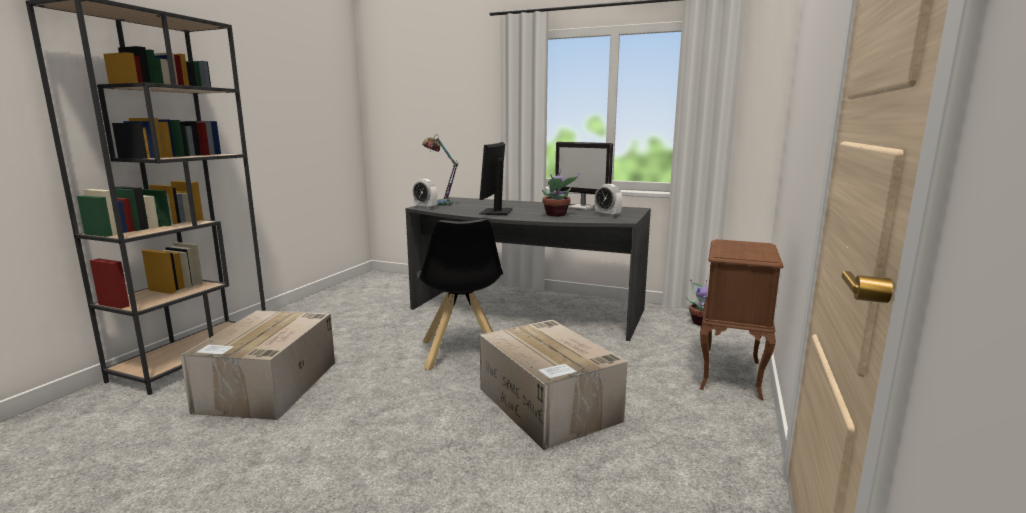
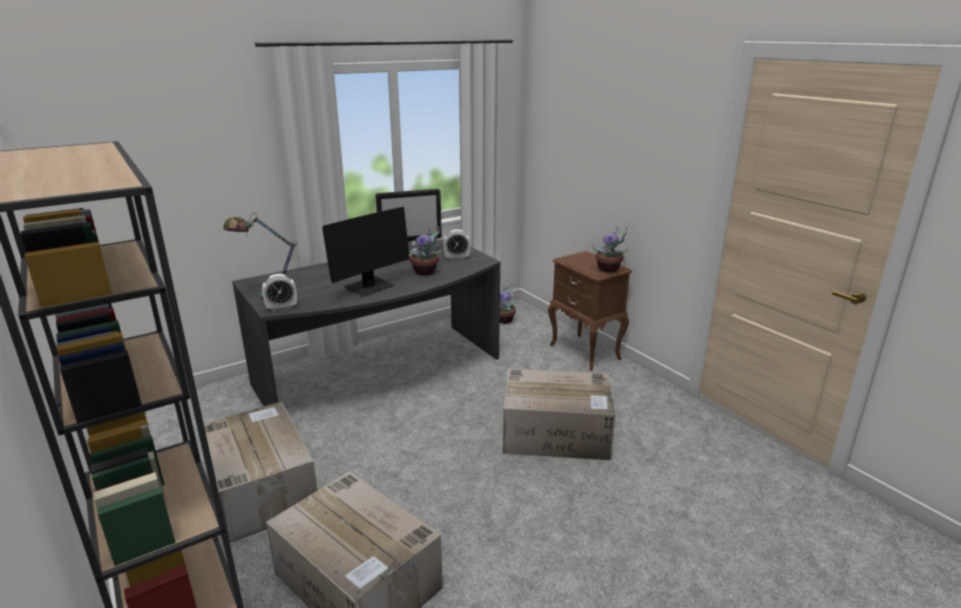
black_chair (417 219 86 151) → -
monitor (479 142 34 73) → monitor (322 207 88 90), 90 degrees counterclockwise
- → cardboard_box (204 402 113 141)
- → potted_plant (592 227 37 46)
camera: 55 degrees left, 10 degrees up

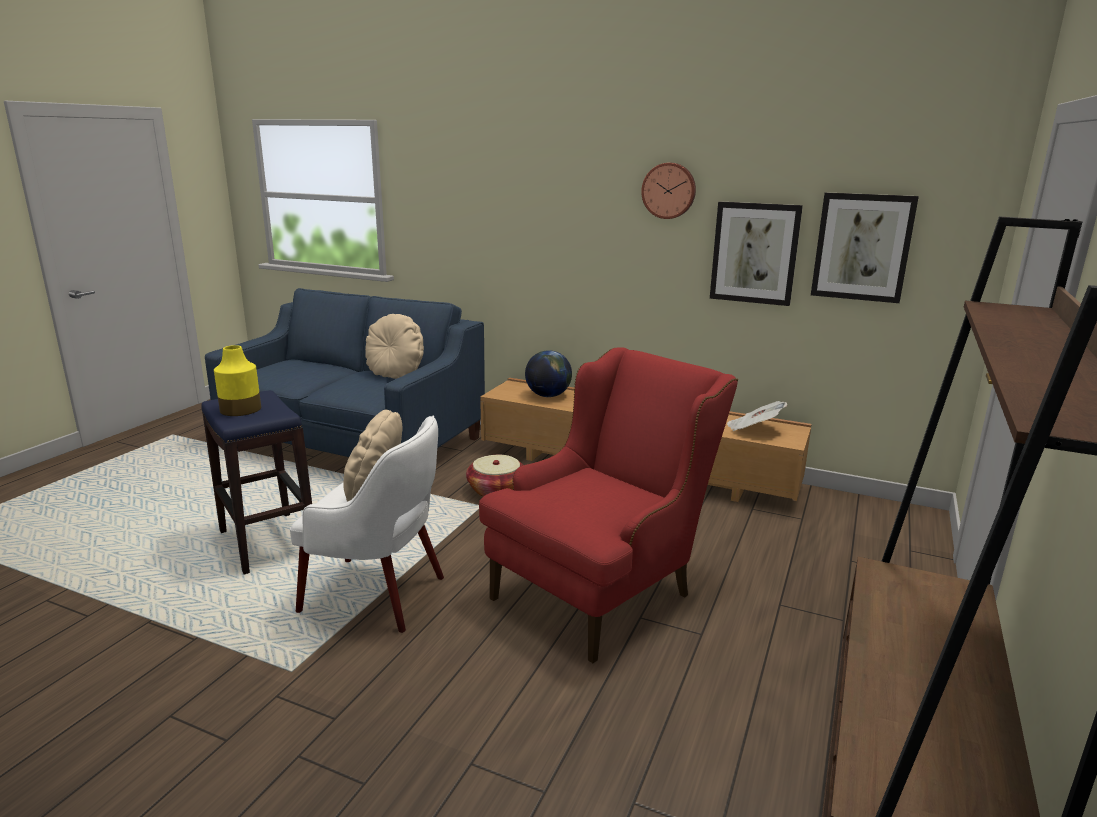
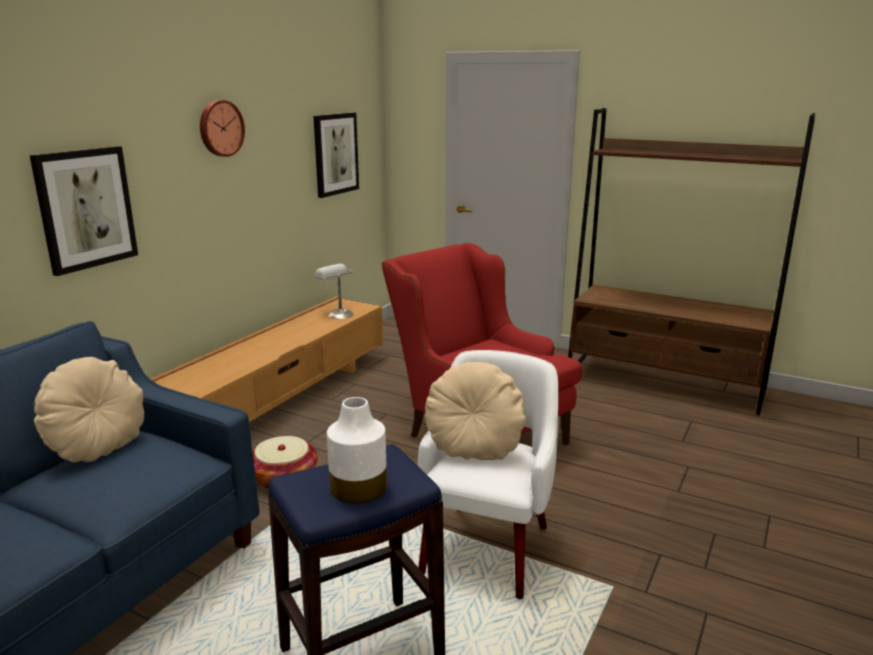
yellow_vase (214 345 47 71) → white_vase (327 397 60 107)
globe (525 350 47 47) → -
picture (710 201 93 105) → picture (30 146 108 130), relocated
newspaper (727 401 60 30) → white_table_lamp (315 264 39 55)
camera: 85 degrees left, 0 degrees up

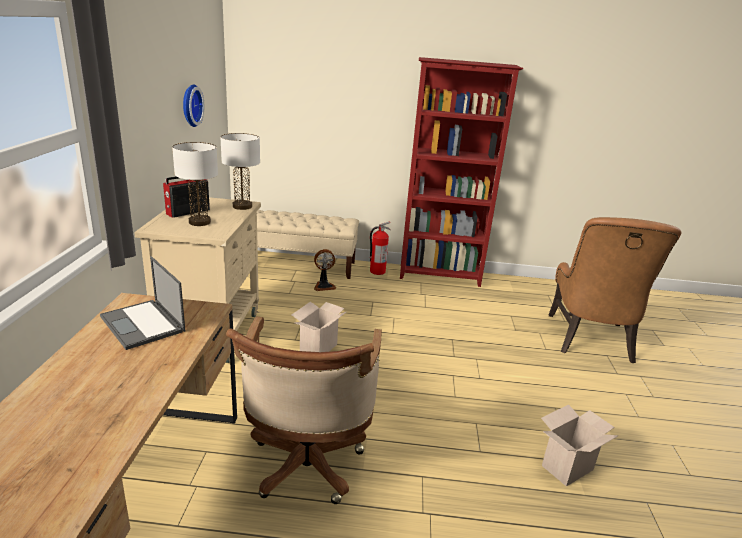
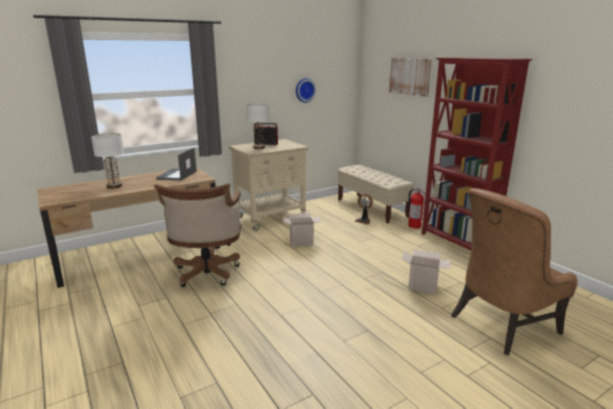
table_lamp (220 133 40 77) → table_lamp (91 133 33 56), relocated
office_chair (226 317 156 187) → office_chair (154 183 88 104), 60 degrees counterclockwise
cardboard_box (541 405 77 81) → cardboard_box (402 249 49 45), relocated
- → picture (389 58 43 39)
camera: 55 degrees right, 5 degrees down

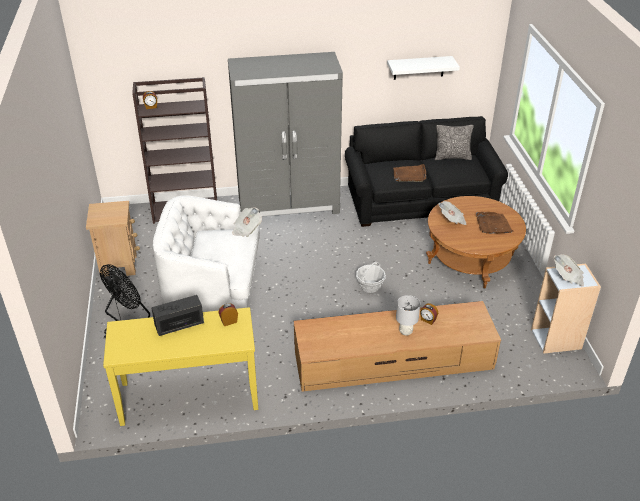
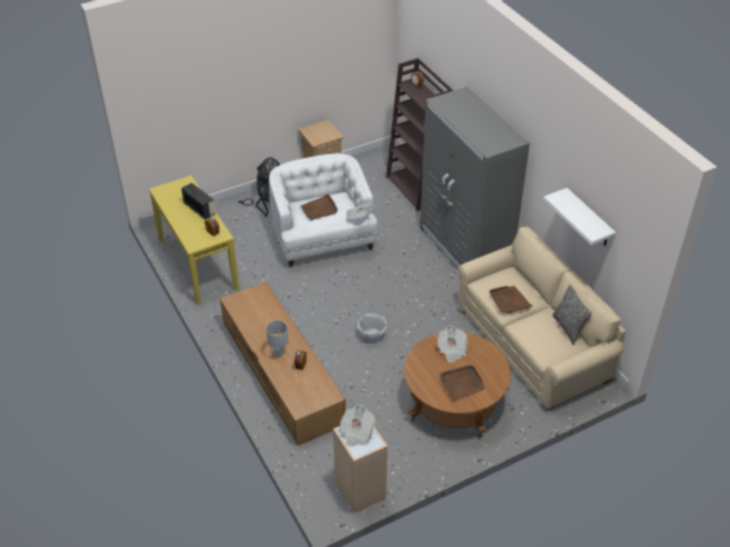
black_sofa (345 116 163 111) → beige_sofa (458 226 168 184)
- → brown_tray (301 194 37 26)
camera: 70 degrees right, 5 degrees up

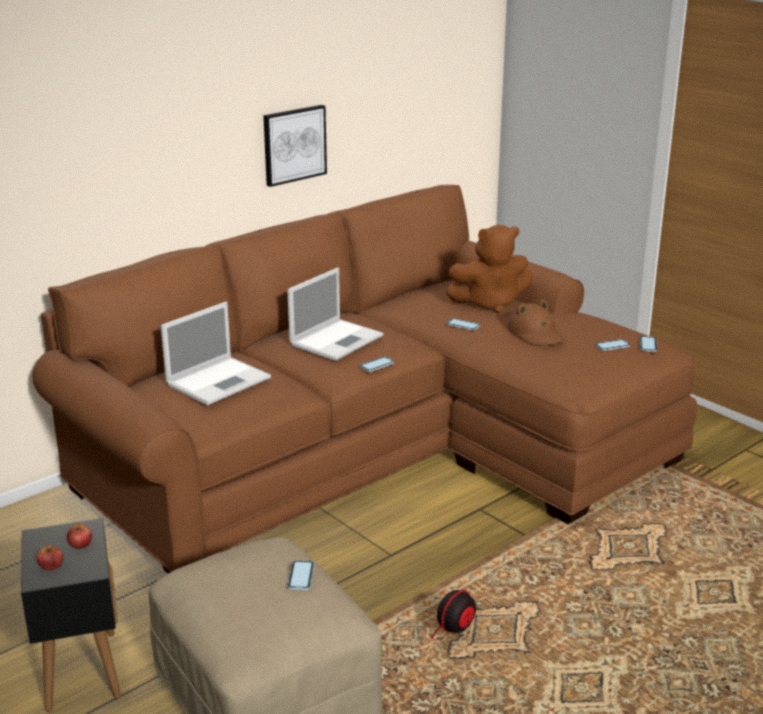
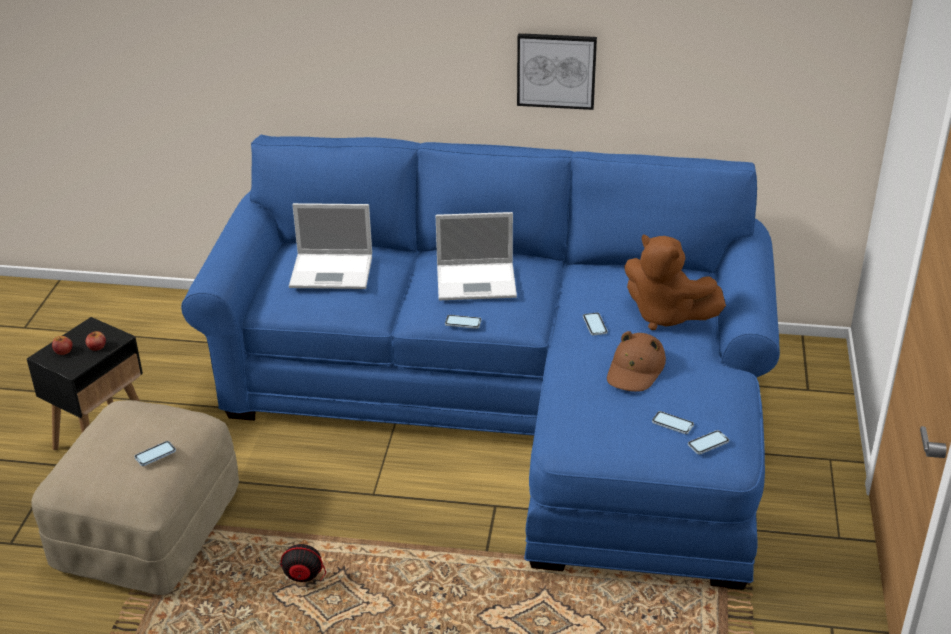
brown_sofa (32 185 665 388) → blue_sofa (181 135 599 455)
camera: 50 degrees right, 10 degrees up

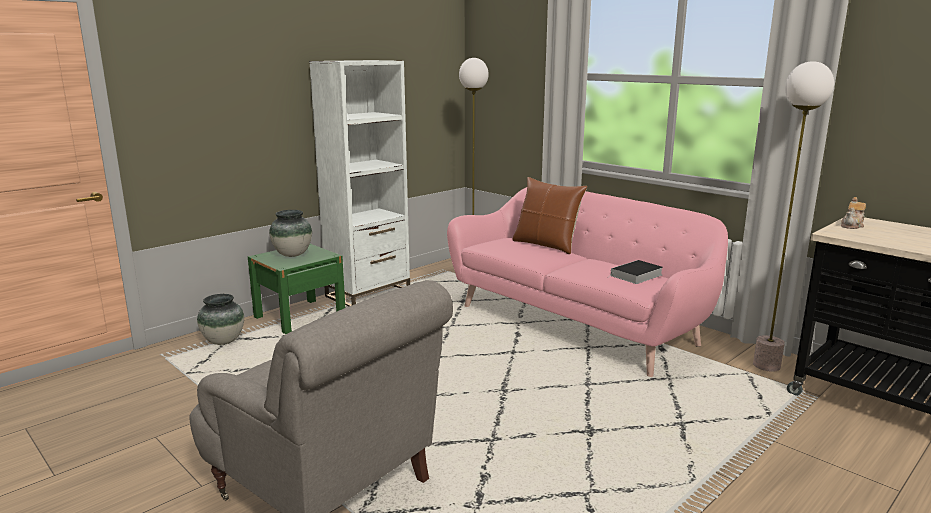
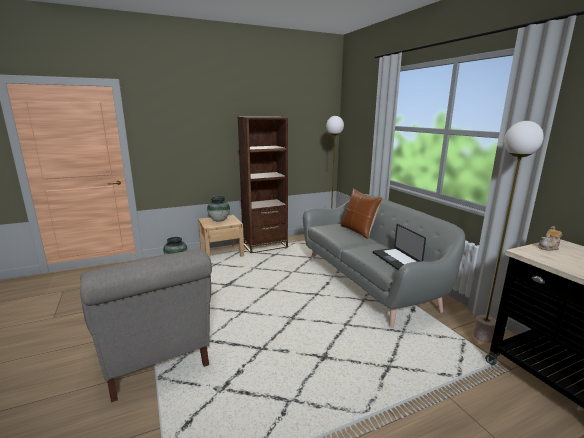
green_nightstand (248 244 97 90) → beige_nightstand (198 215 46 45)
white_bookcase (309 60 101 247) → brown_bookcase (238 117 50 136)
pink_sofa (447 187 281 190) → grey_sofa (303 194 162 134)
book (607 260 56 24) → laptop (373 224 53 46)
camera: 20 degrees right, 0 degrees up

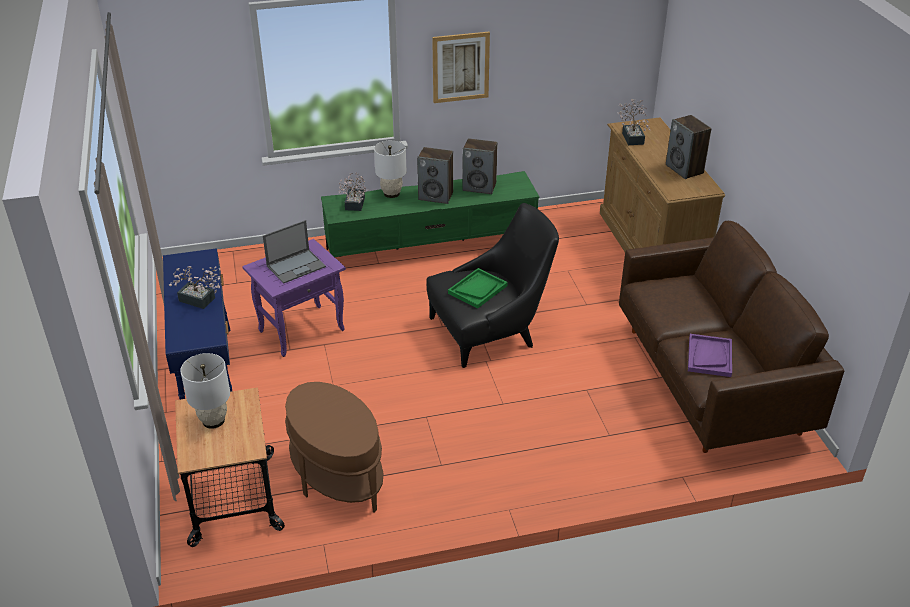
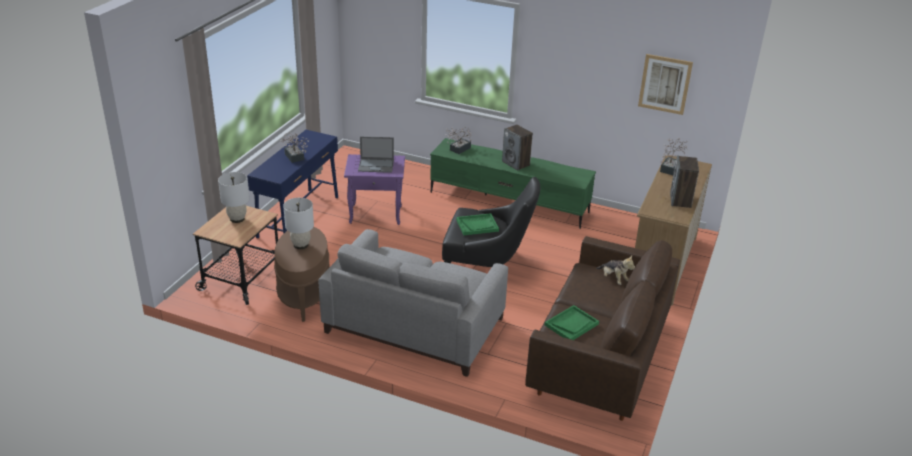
white_table_lamp (374 140 33 58) → white_table_lamp (283 198 31 51), relocated
picture (432 32 58 71) → picture (638 54 55 61), relocated
speaker (462 138 35 56) → -
purple_tray (688 334 44 43) → green_tray (545 305 54 35)
- → grey_sofa (318 229 190 148)
- → plush_toy (596 256 39 29)
camera: 35 degrees right, 5 degrees down

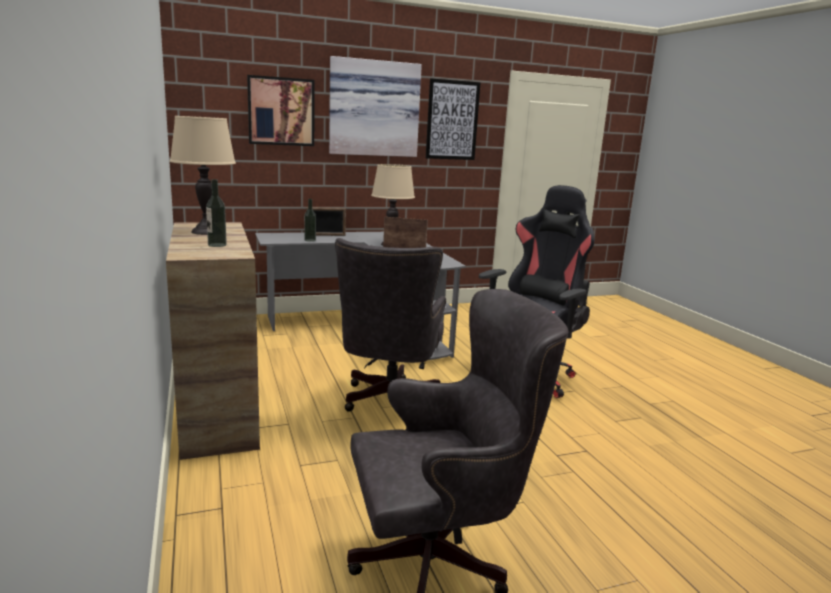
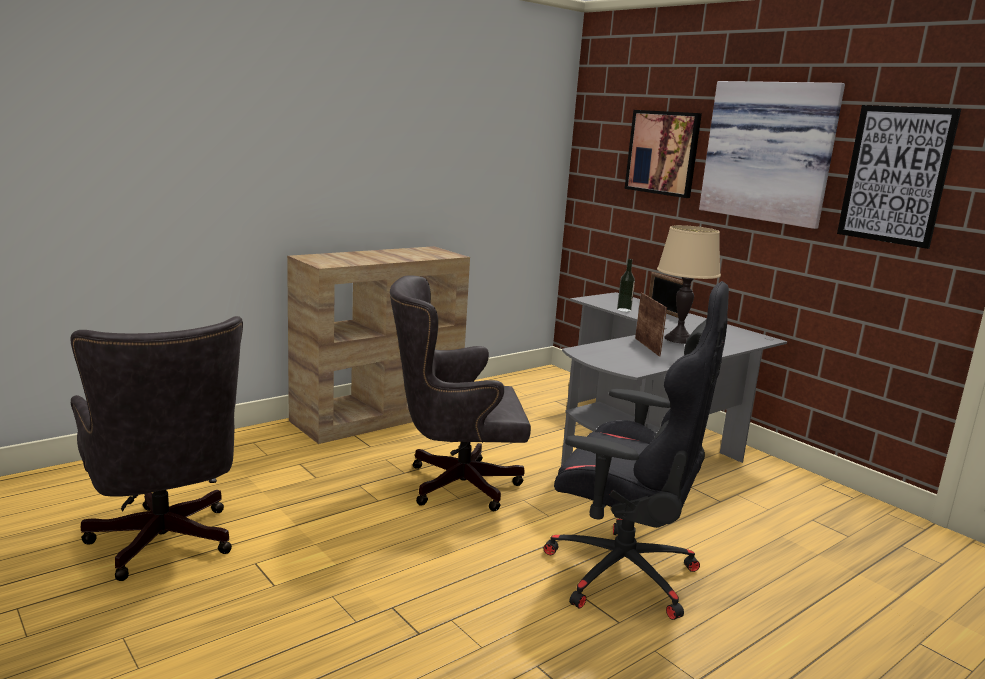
beige_table_lamp (170 116 66 119) → -
bottle (206 179 21 68) → -
camera: 70 degrees right, 0 degrees up

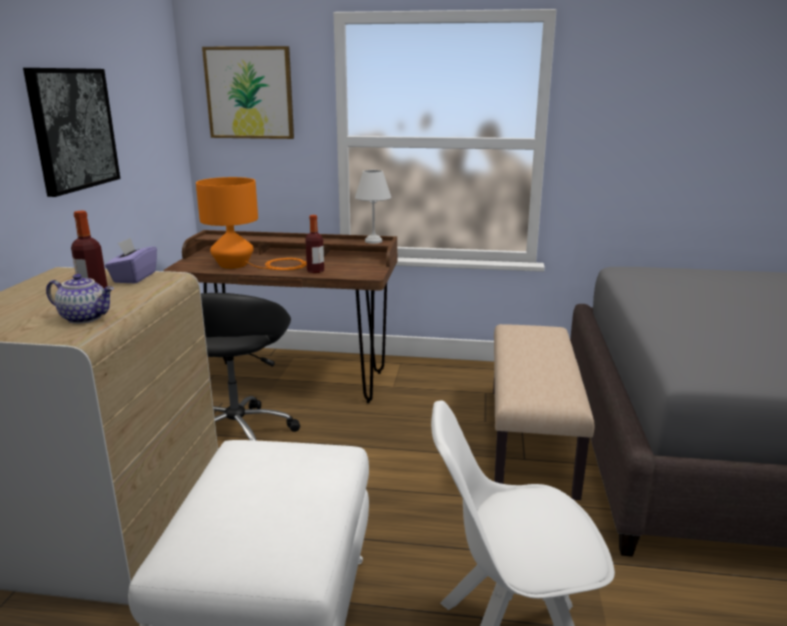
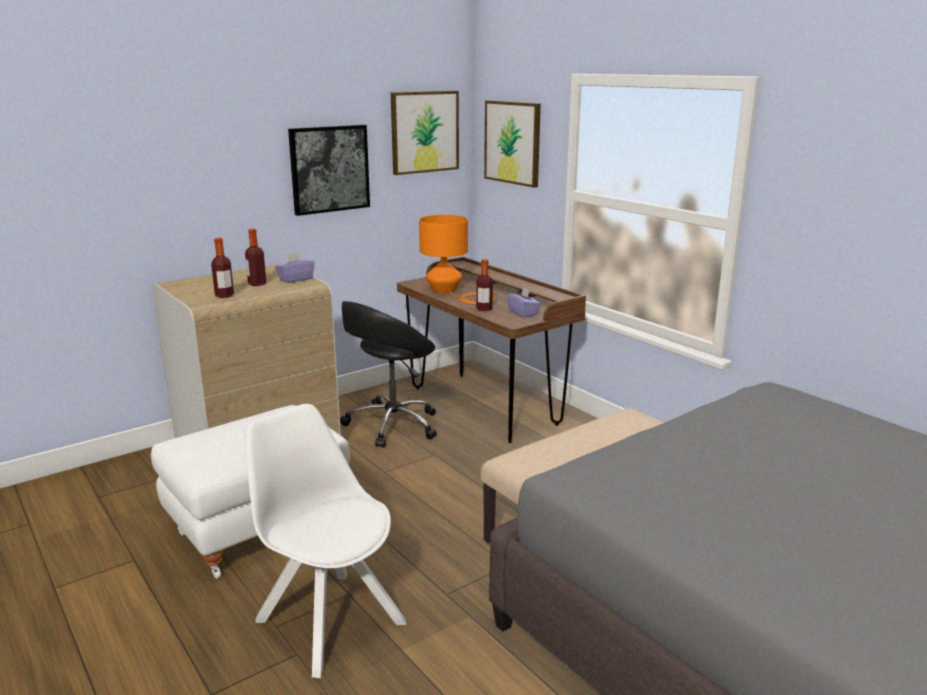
teapot (46 274 68 50) → bottle (211 238 23 60)
white_table_lamp (355 170 36 74) → -
- → picture (391 91 68 84)
- → purple_tissue_box (507 287 33 30)
camera: 45 degrees right, 0 degrees up

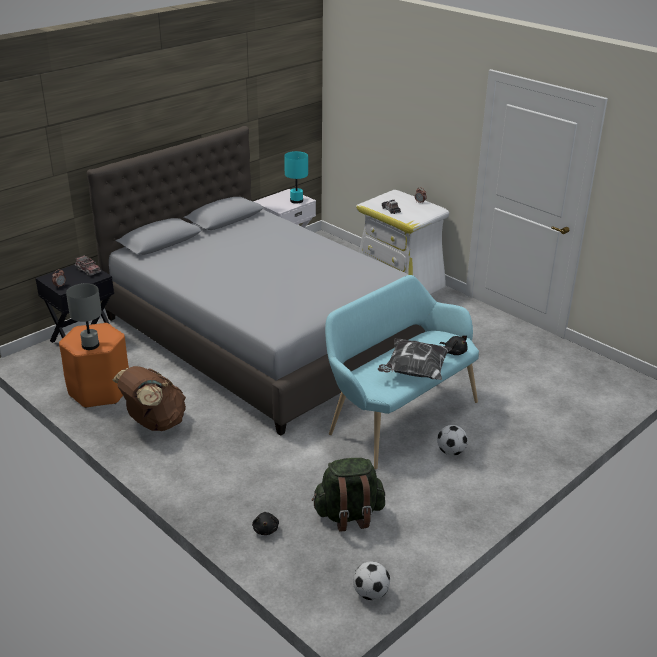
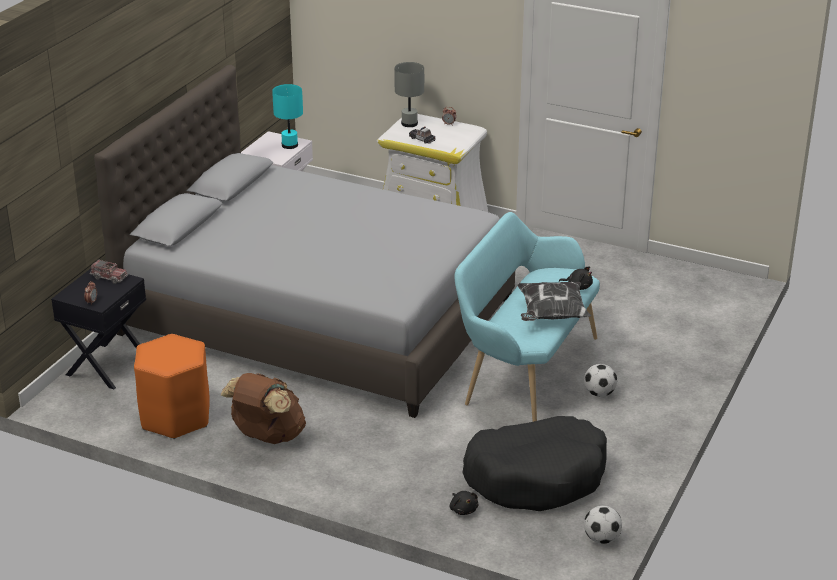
grey_table_lamp (66 283 36 67) → grey_table_lamp (394 62 30 65), relocated
green_backpack (312 458 73 74) → black_dog_bed (462 416 145 95)
camera: 20 degrees left, 0 degrees up

